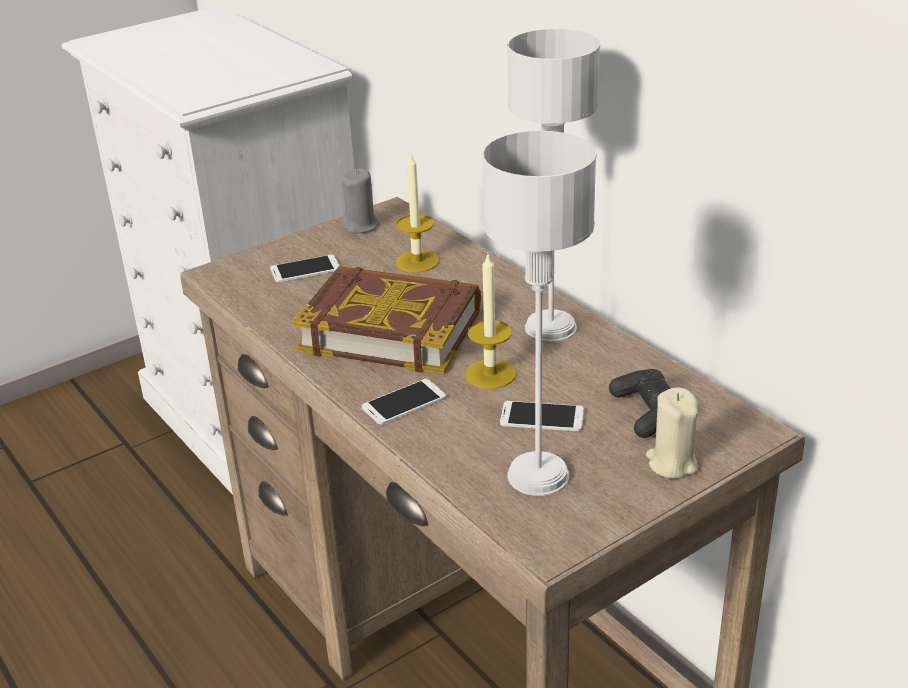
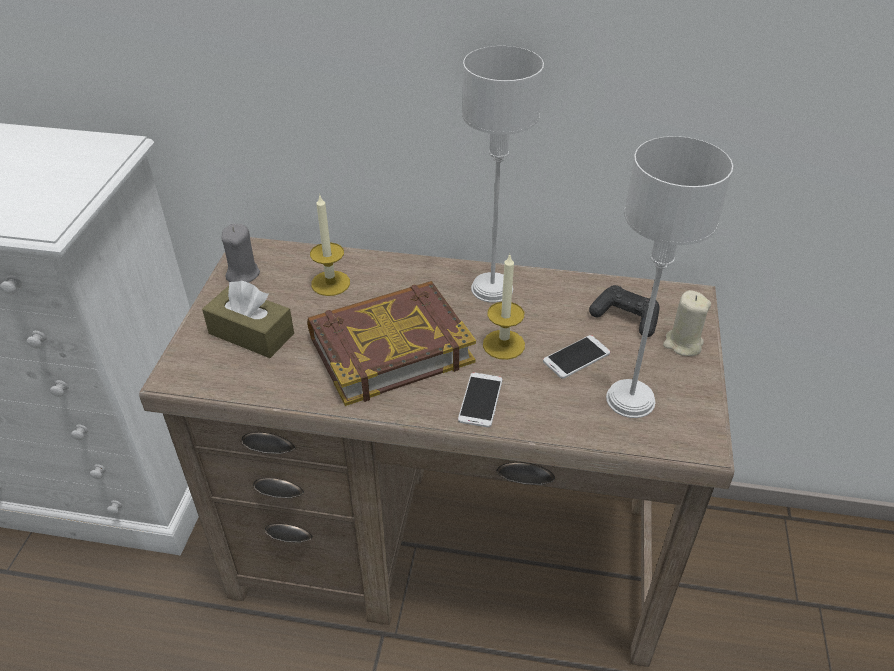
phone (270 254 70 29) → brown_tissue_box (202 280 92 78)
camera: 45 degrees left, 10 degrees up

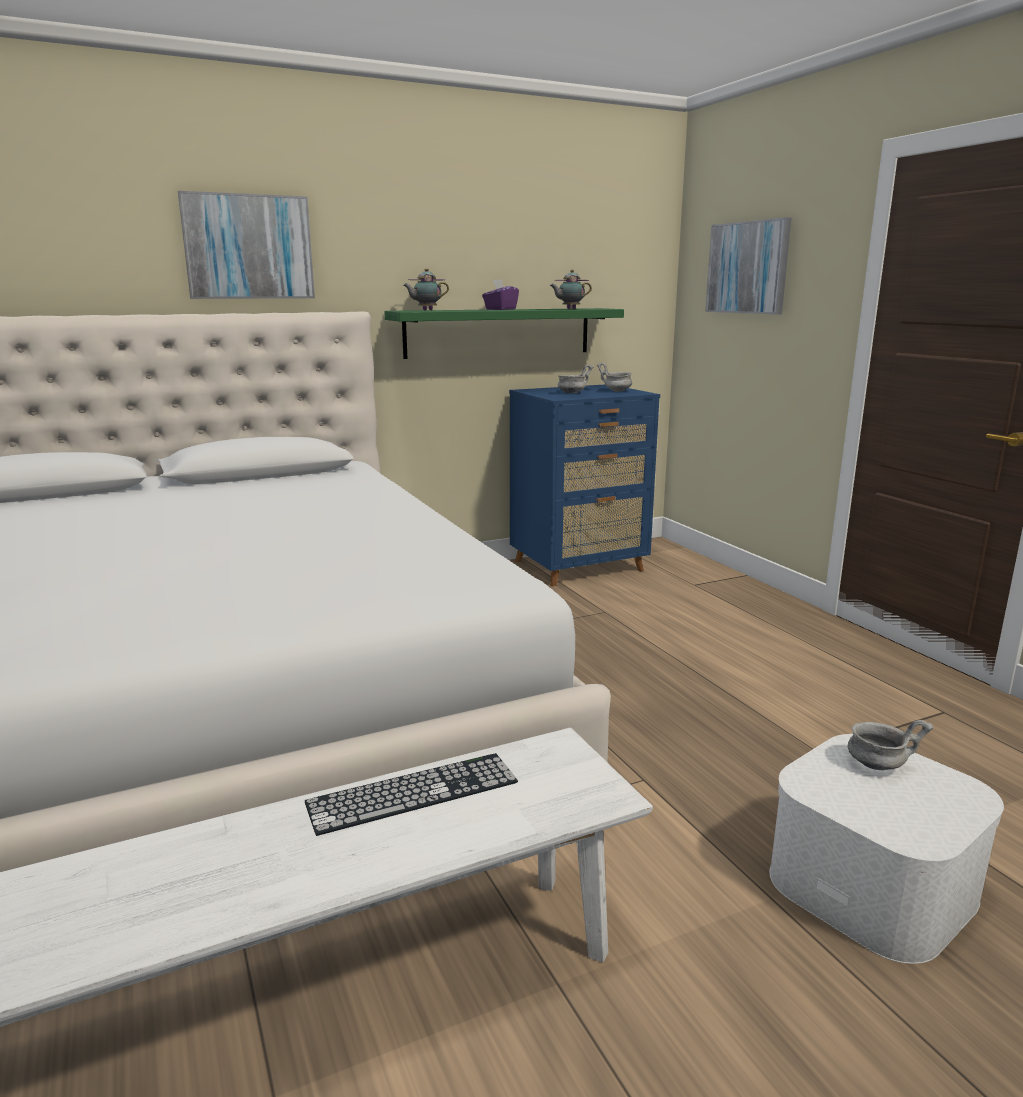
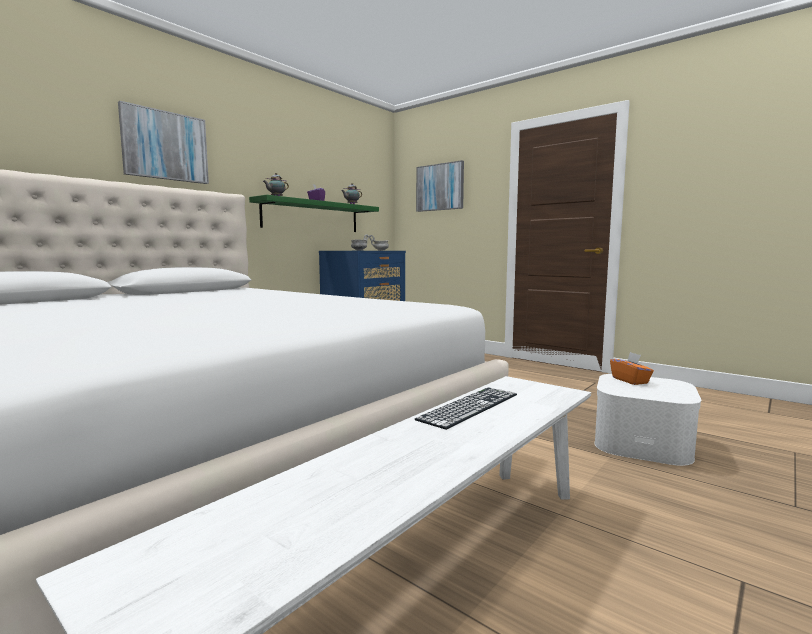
grey_bowl (848 720 85 50) → orange_tissue_box (610 352 44 33)
camera: 25 degrees left, 10 degrees down

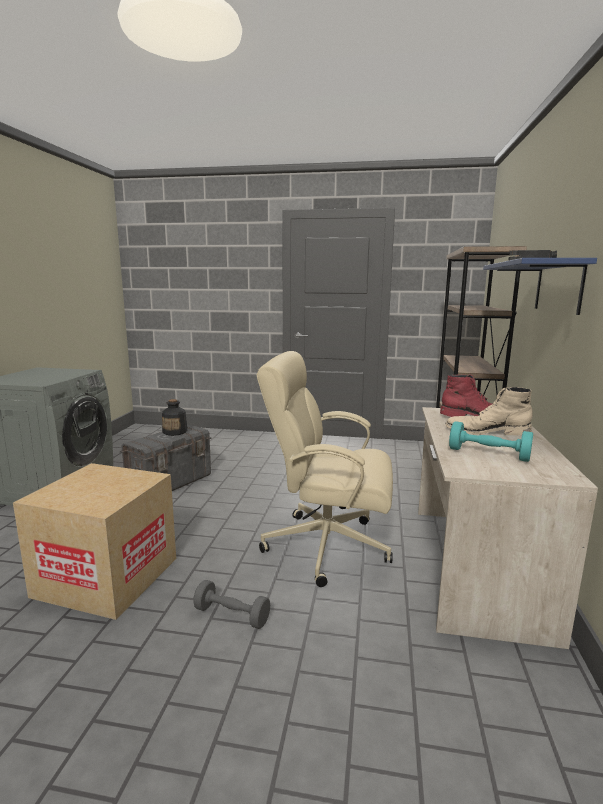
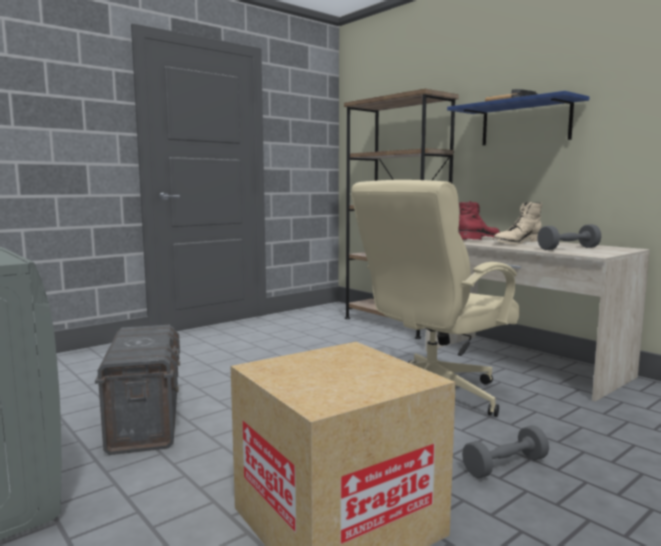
bottle (162 399 26 37) → -
turquoise_dumbbell (449 421 84 41) → grey_dumbbell (537 224 64 26)
camera: 50 degrees left, 5 degrees down

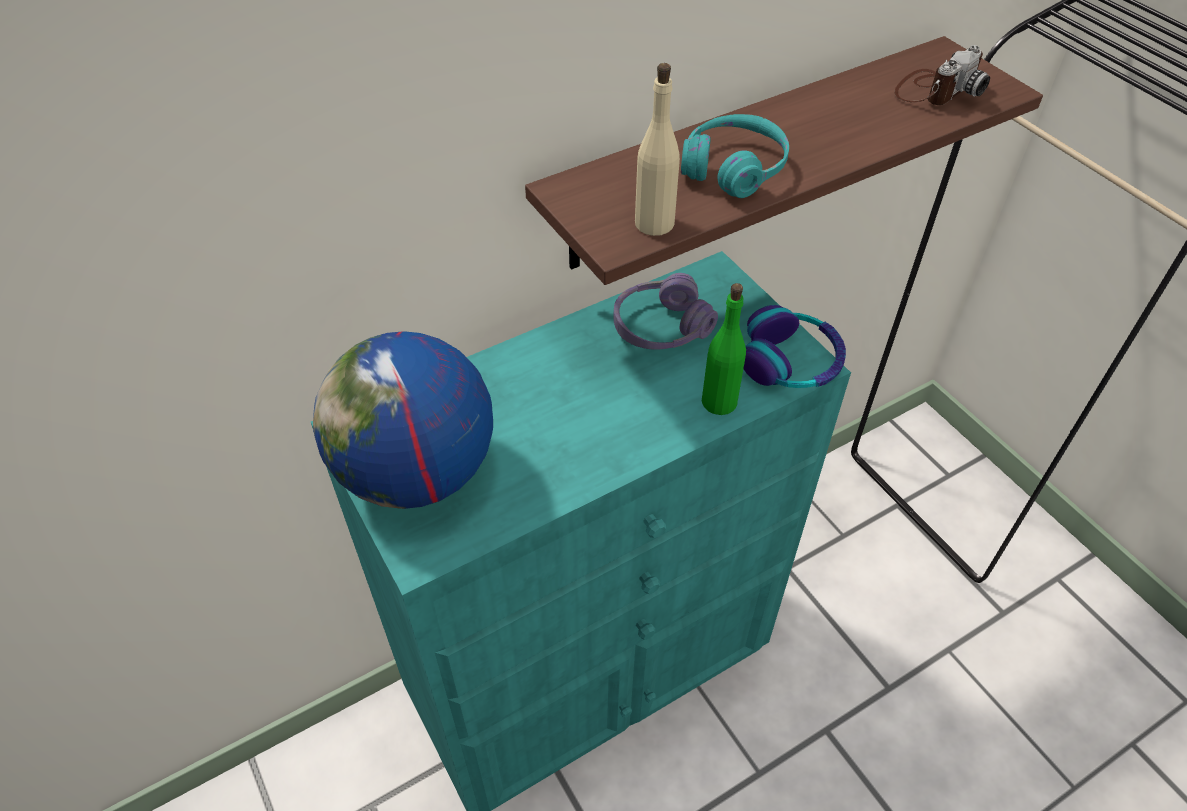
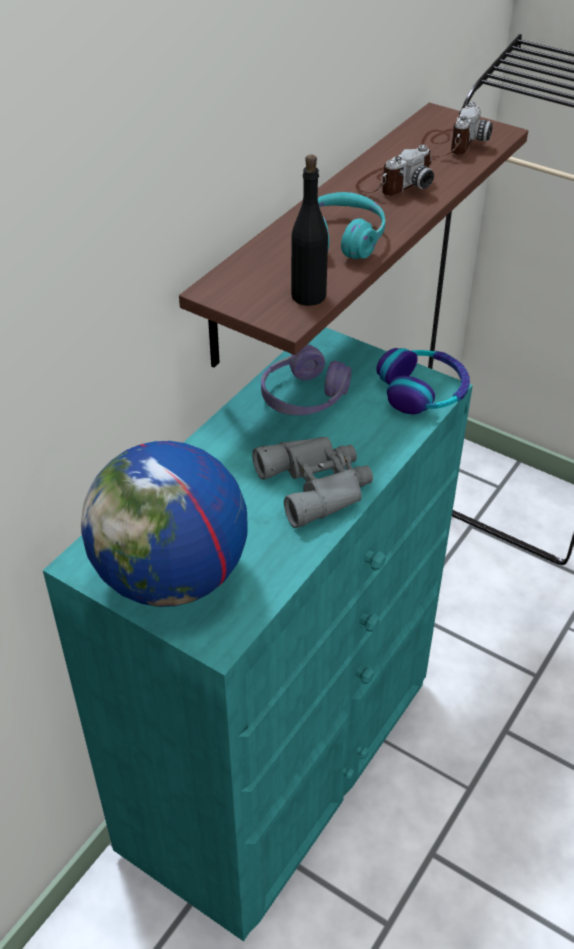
beige_bottle (635 63 45 173) → black_bottle (291 155 37 151)
green_bottle (702 283 44 132) → -
- → grey_binoculars (252 437 121 91)
- → photo_camera (355 145 79 51)
camera: 25 degrees left, 5 degrees down

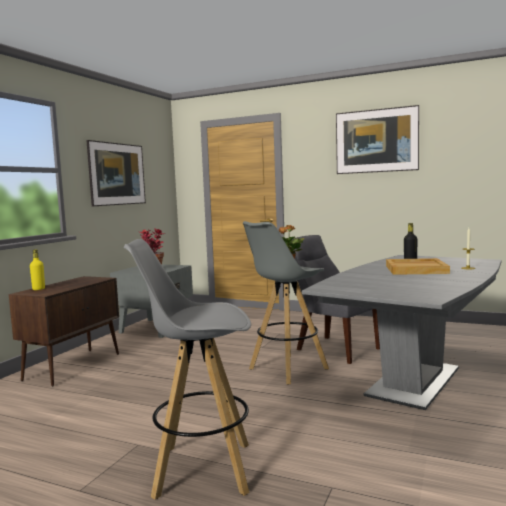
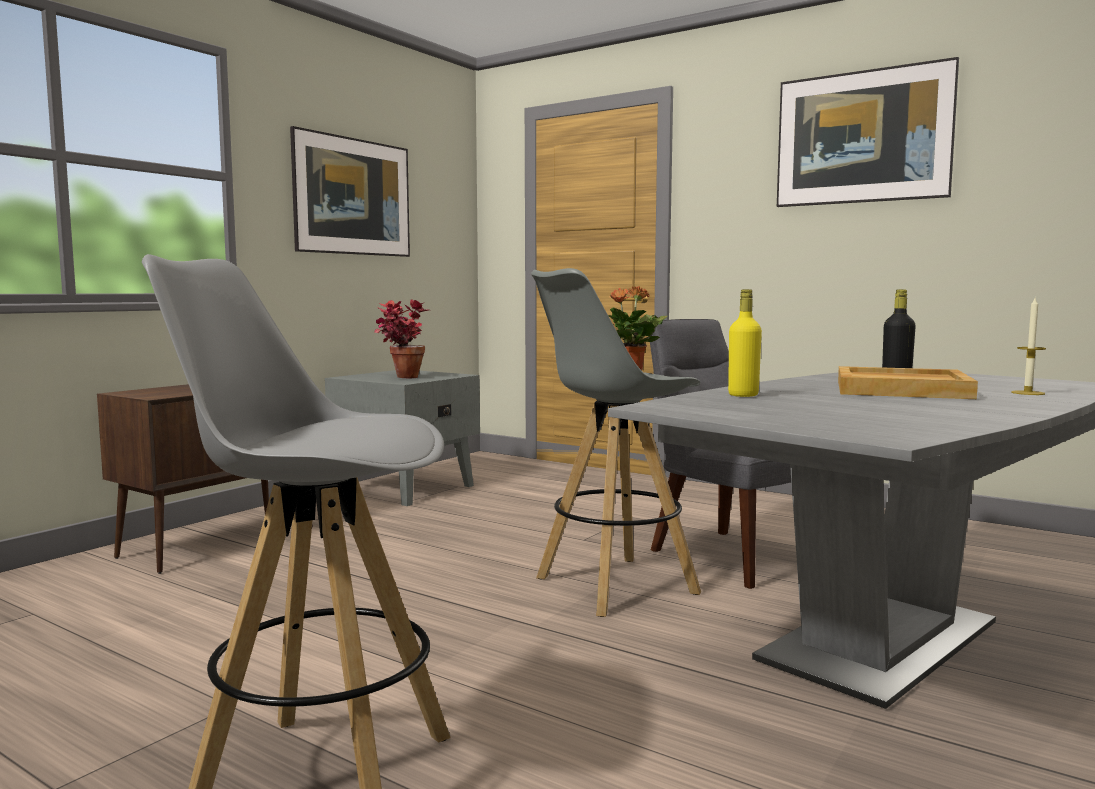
yellow_bottle (30 249 15 41) → yellow_bottle (728 289 34 108), relocated
camera: 10 degrees right, 0 degrees up

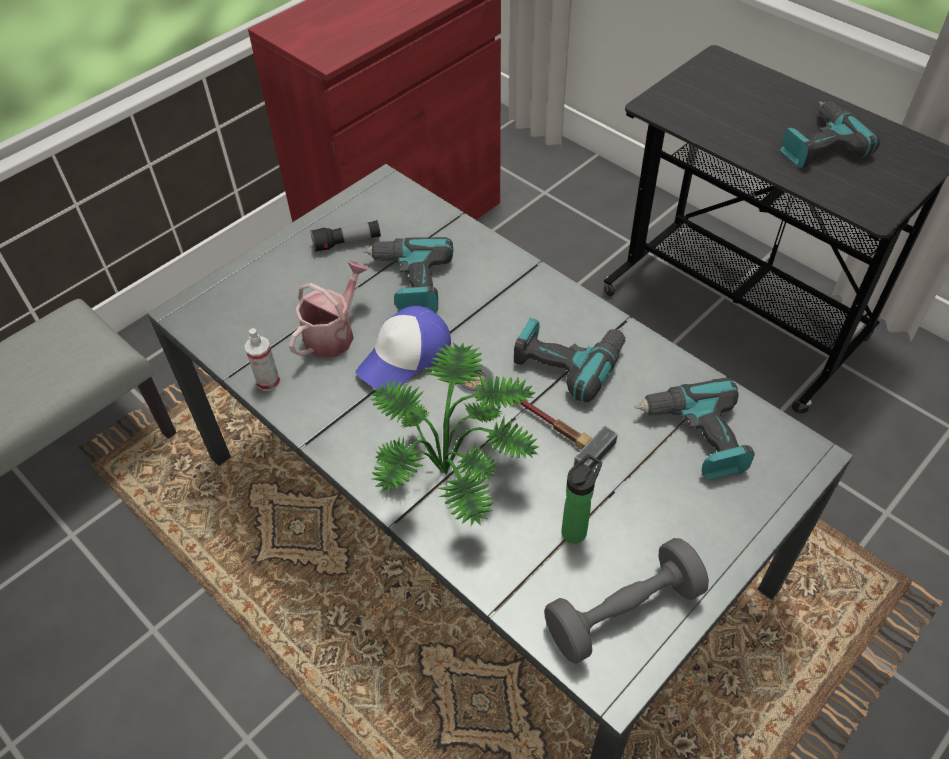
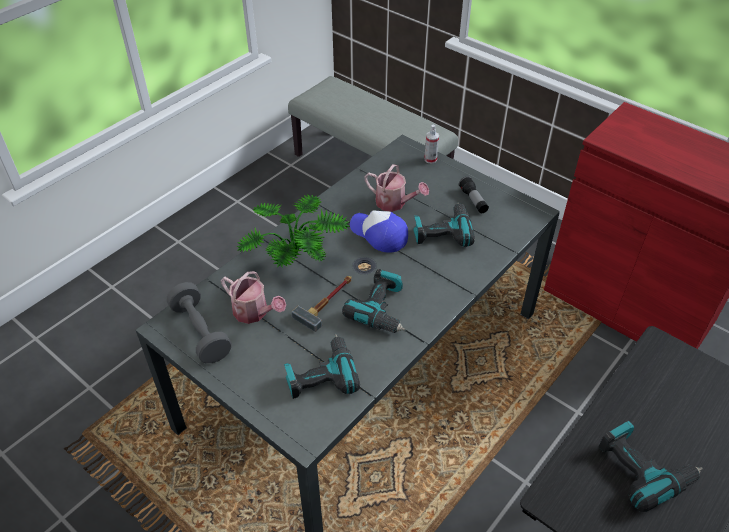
spray_bottle (245 328 35 63) → spray_bottle (424 125 15 39), relocated
bottle (561 454 41 89) → watering_can (221 271 65 53)
camera: 85 degrees right, 5 degrees down

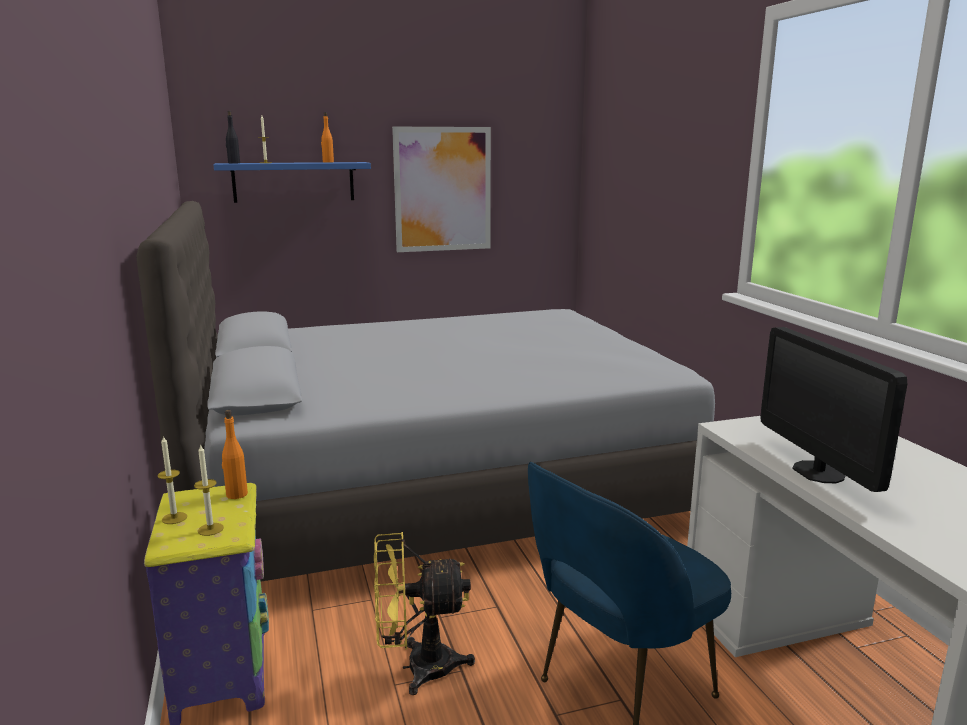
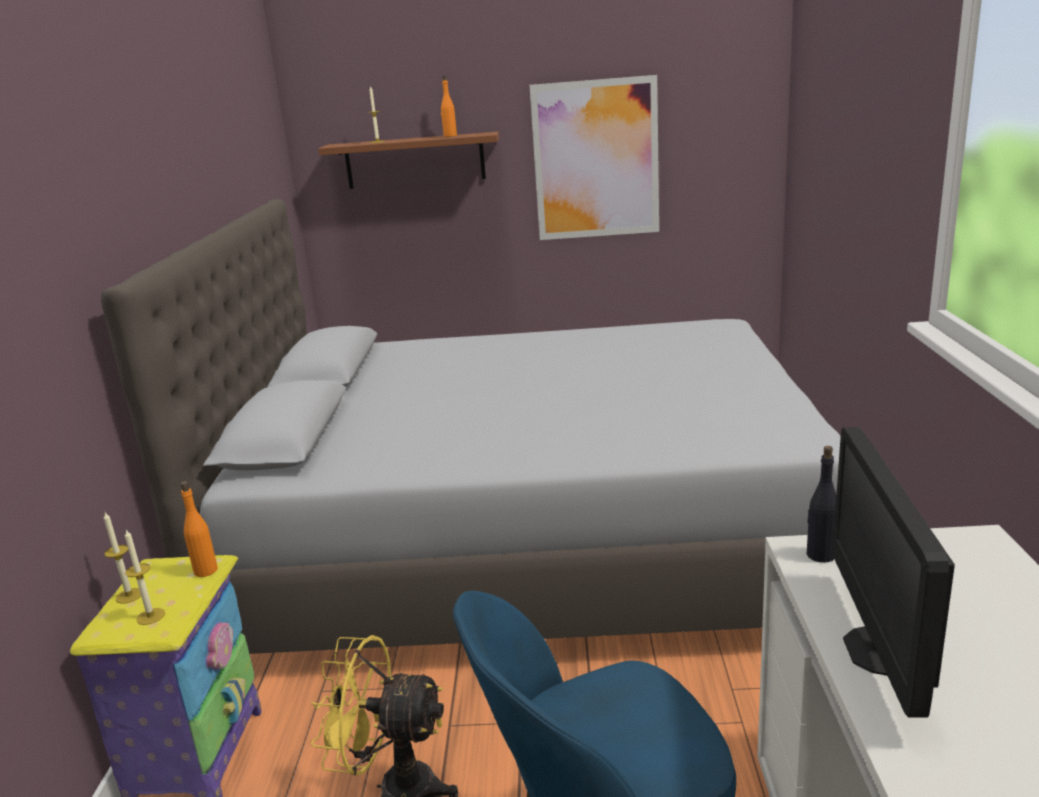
blue_shelf (213 162 158 41) → brown_shelf (318 132 181 57)
black_bottle (226 111 14 52) → black_bottle (807 446 29 117), relocated
camera: 20 degrees right, 5 degrees up

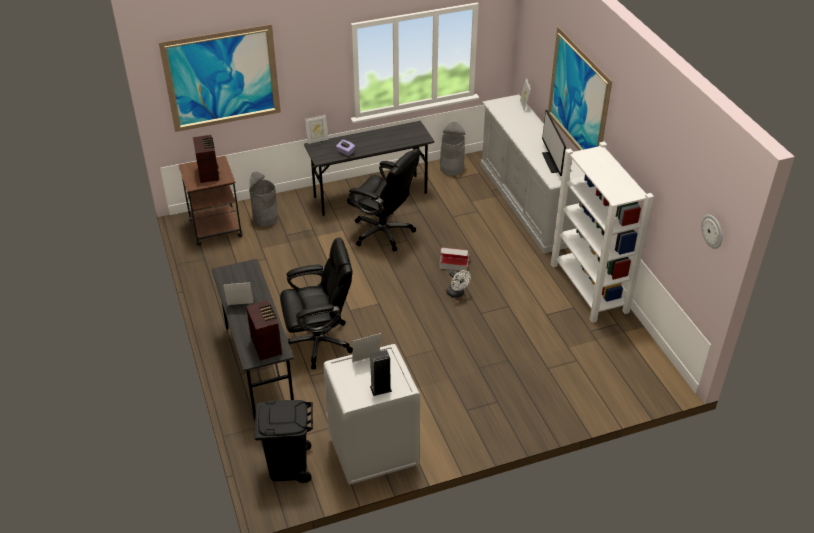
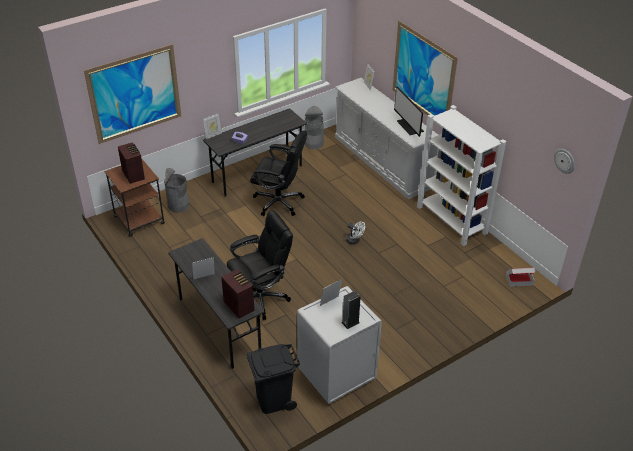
cardboard_box (439 247 30 24) → cardboard_box (506 267 29 20), relocated
camera: 15 degrees left, 0 degrees up

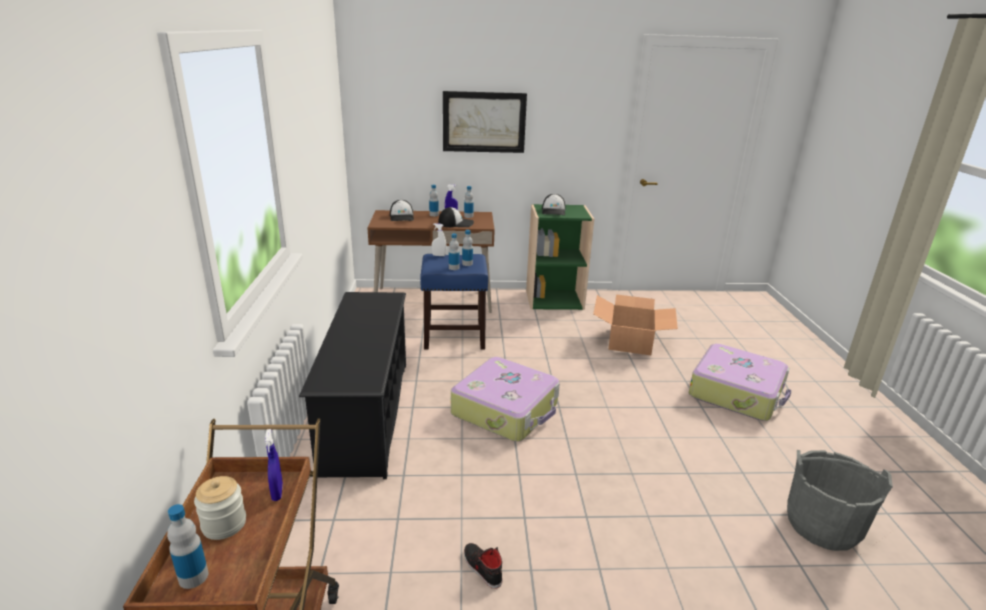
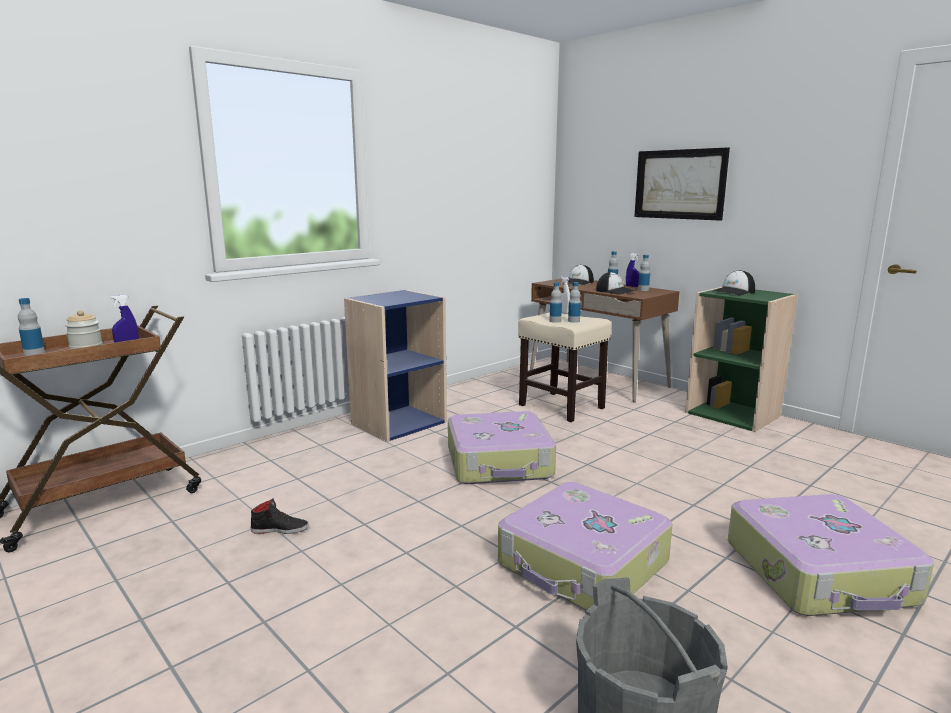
black_shoe_rack (299 292 107 187) → blue_bookcase (344 290 103 152)
blue_stool (420 254 68 96) → beige_stool (518 313 93 109)
black_shoe (464 543 38 46) → black_shoe (250 498 59 36), 75 degrees clockwise
cardboard_box (593 294 85 61) → -
- → suitcase (498 482 175 128)
camera: 50 degrees right, 10 degrees down

